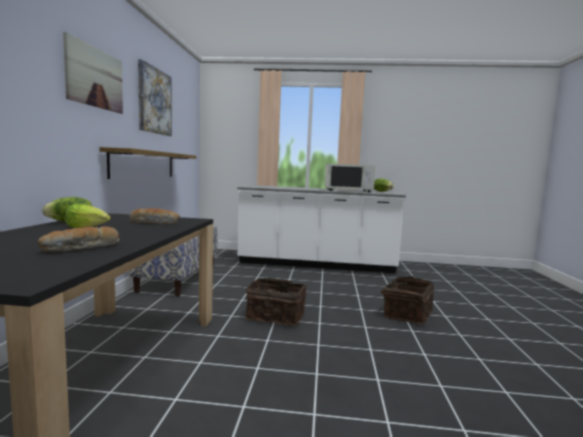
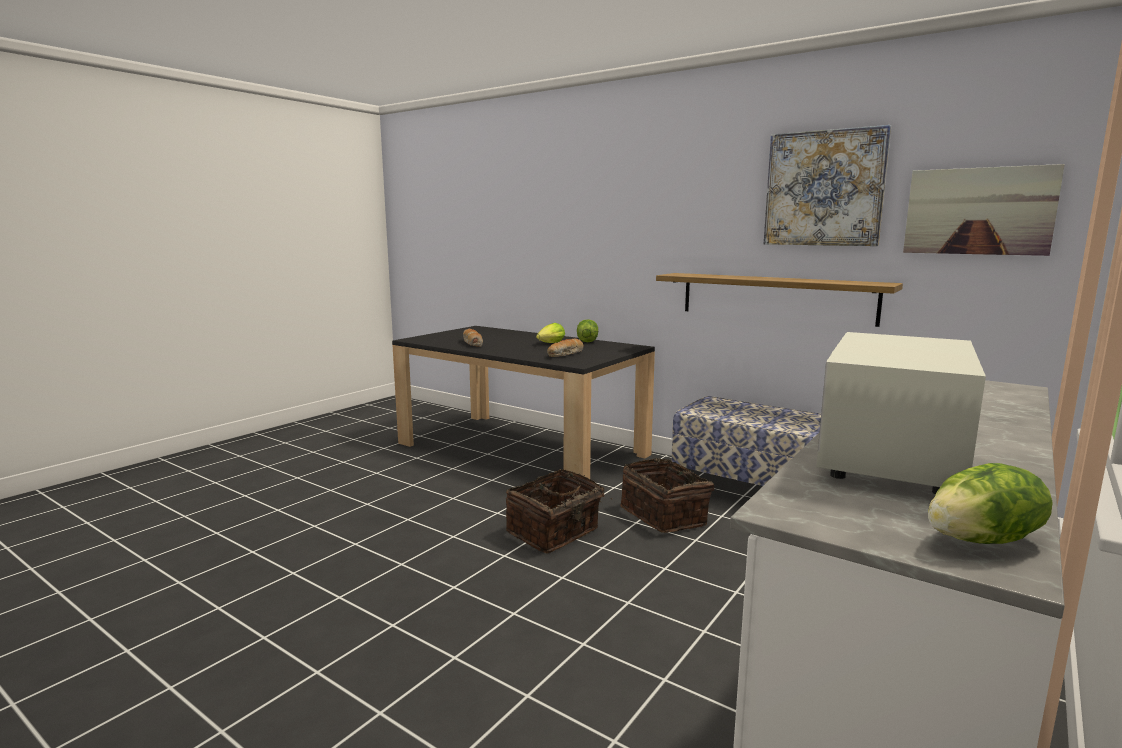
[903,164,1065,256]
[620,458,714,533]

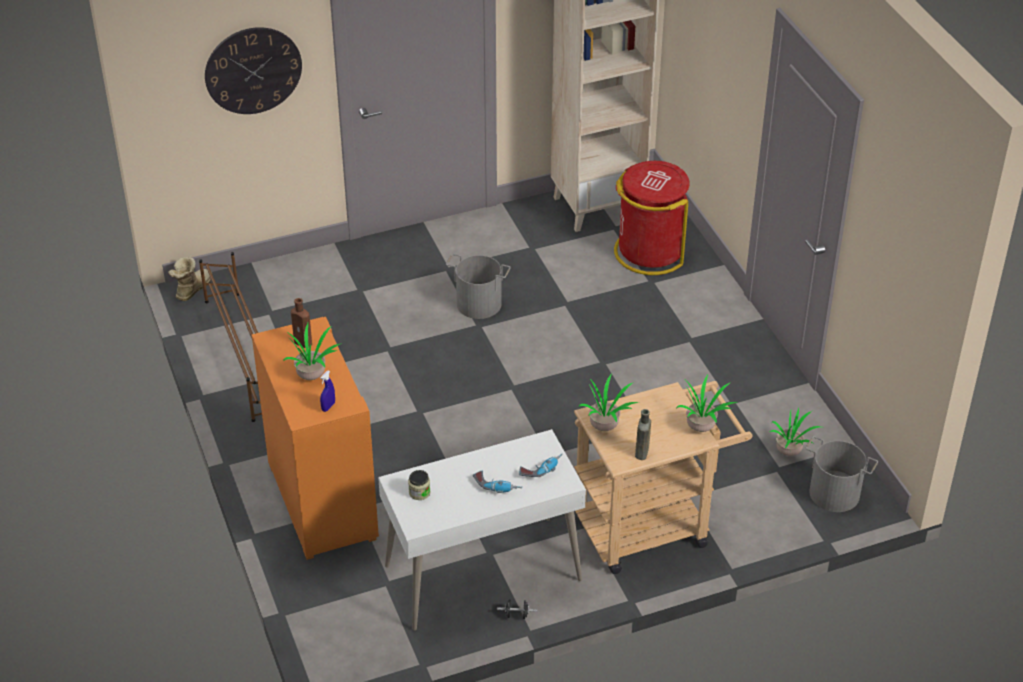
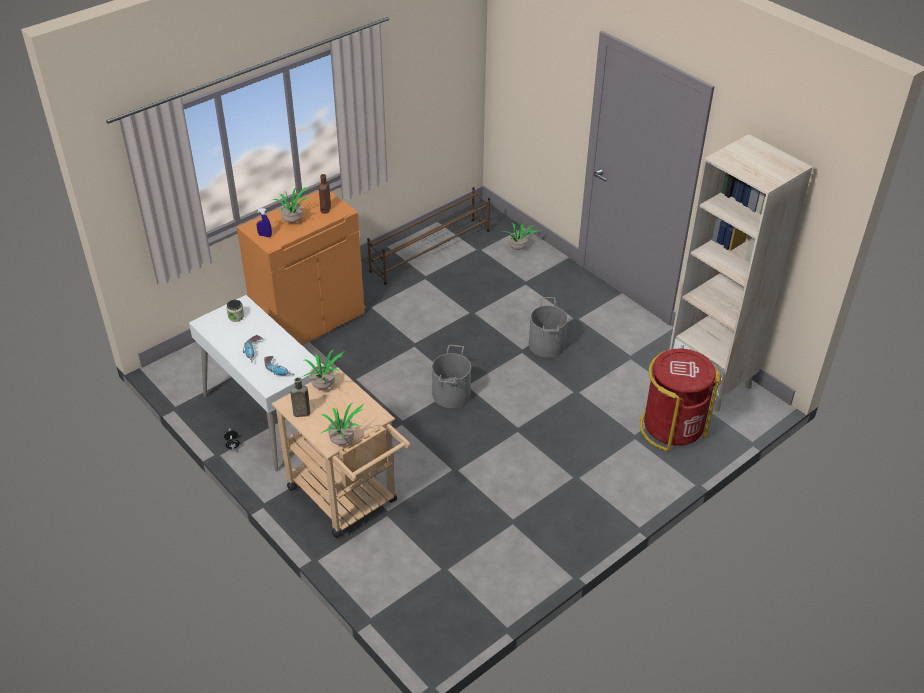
[168,257,212,301] (first image)
[205,27,302,114] (first image)
[501,223,541,250]
[432,345,471,408]

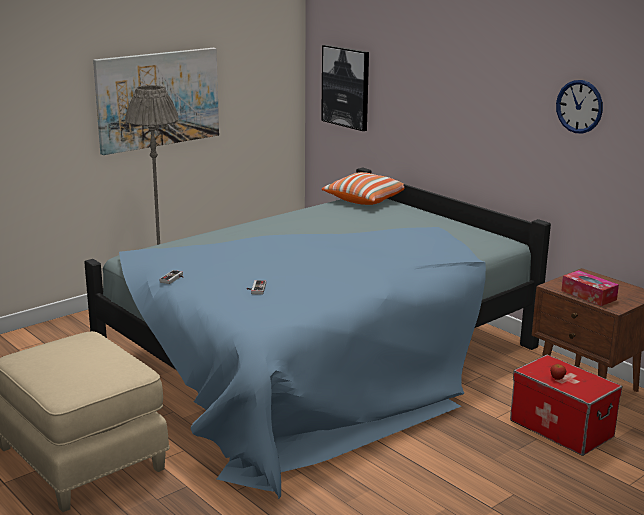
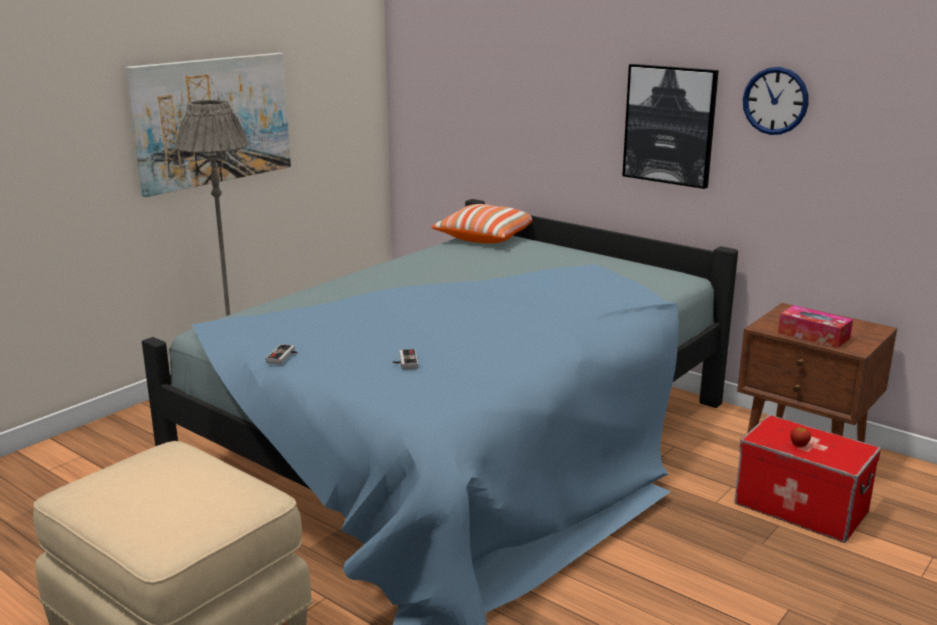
[622,64,719,189]

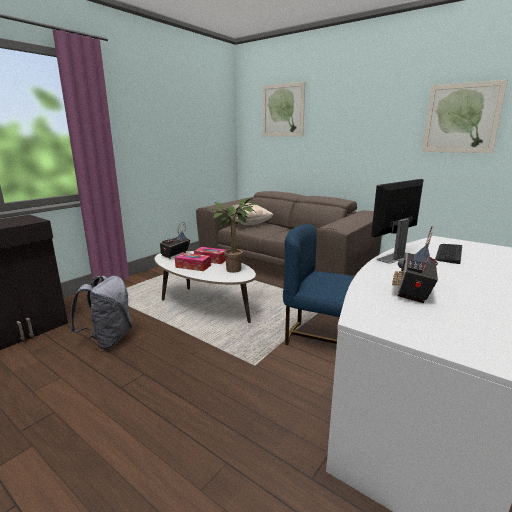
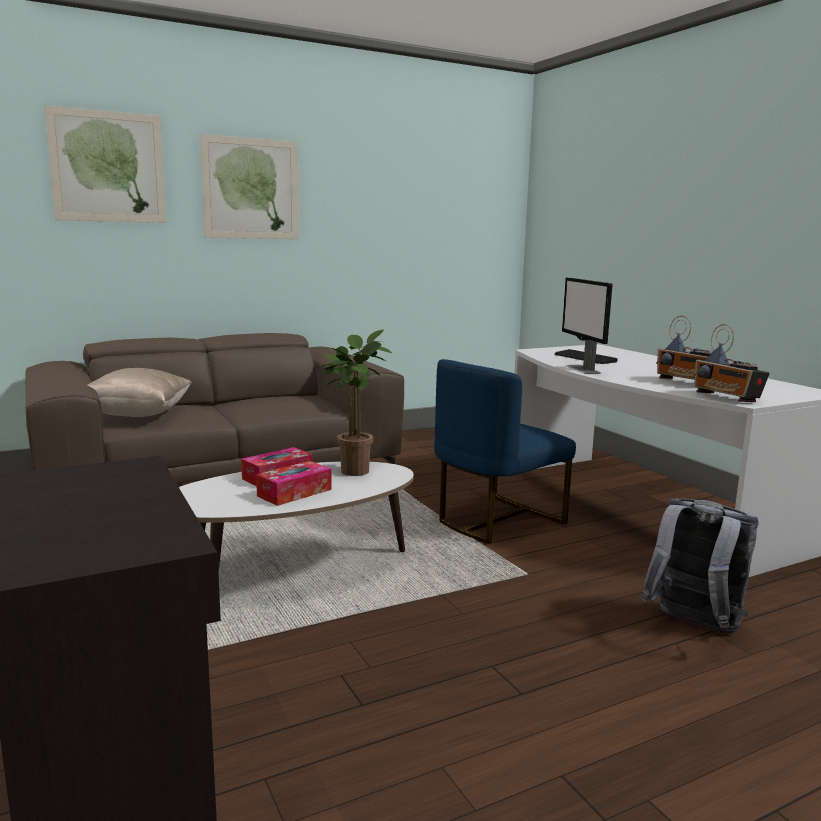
[641,499,759,634]
[694,324,770,402]
[200,134,299,239]

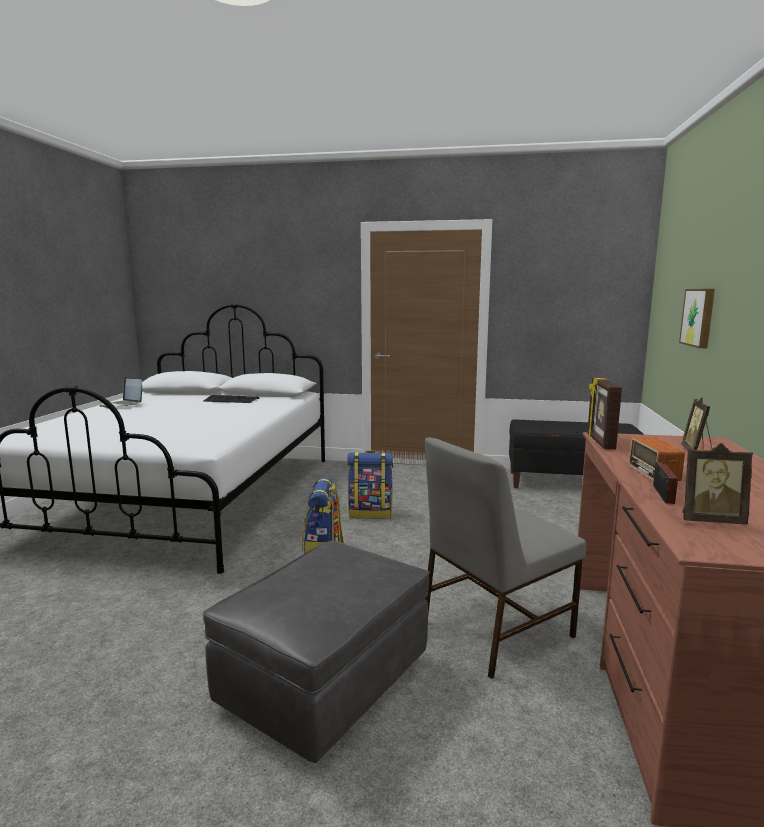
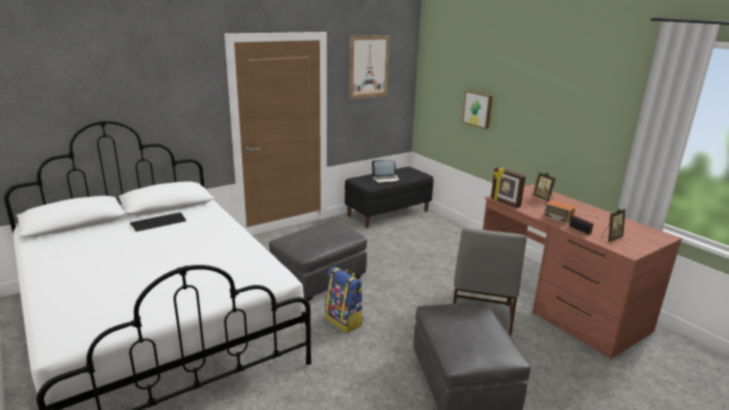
[349,35,390,100]
[372,160,400,183]
[269,221,367,301]

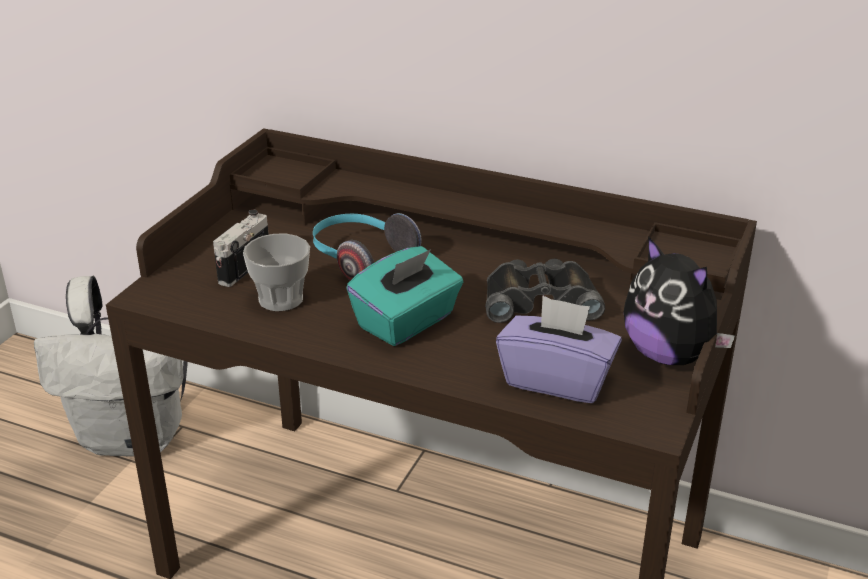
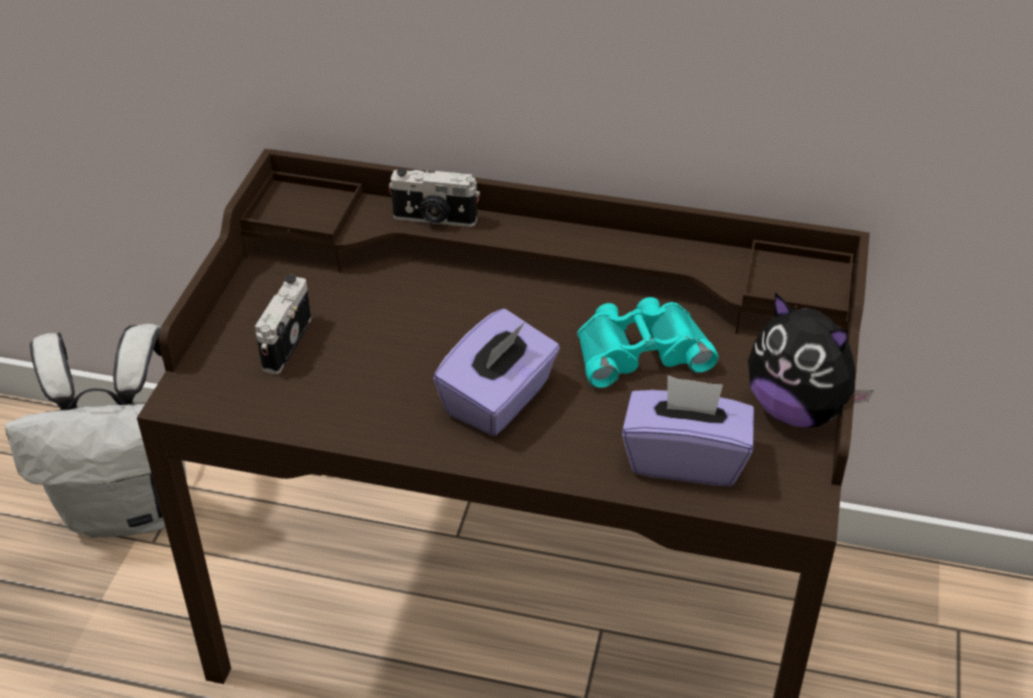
[243,234,310,311] (first image)
[313,213,422,281] (first image)
[388,168,480,227]
[433,308,560,436]
[577,297,719,388]

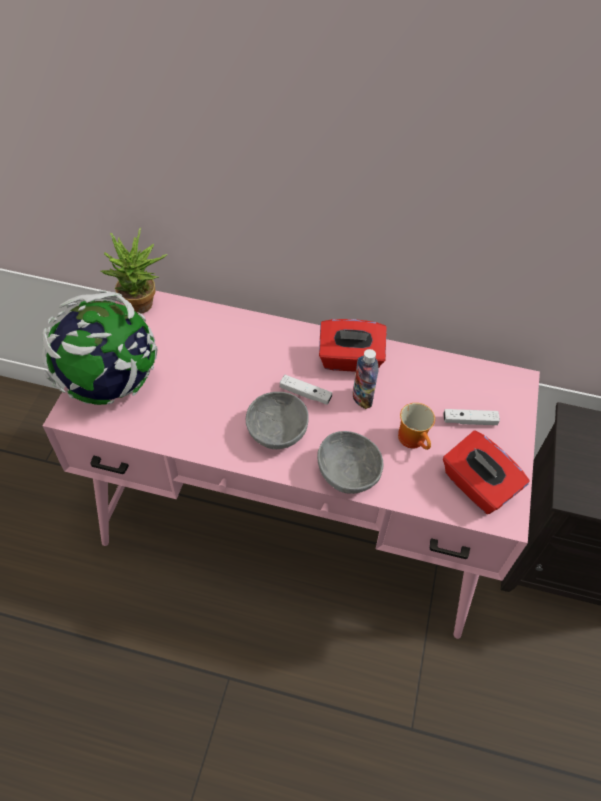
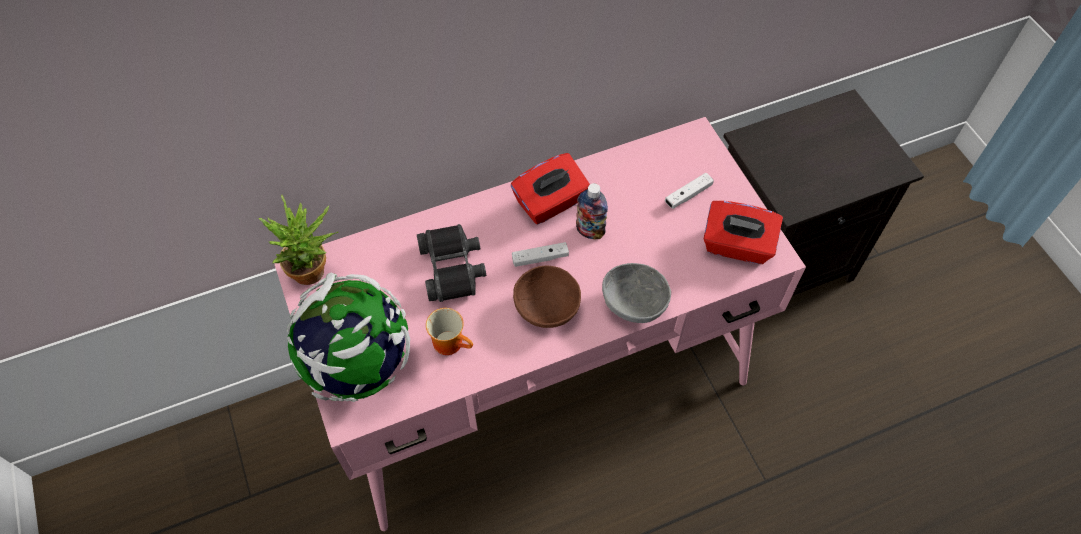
[417,224,486,302]
[426,308,473,355]
[513,265,581,328]

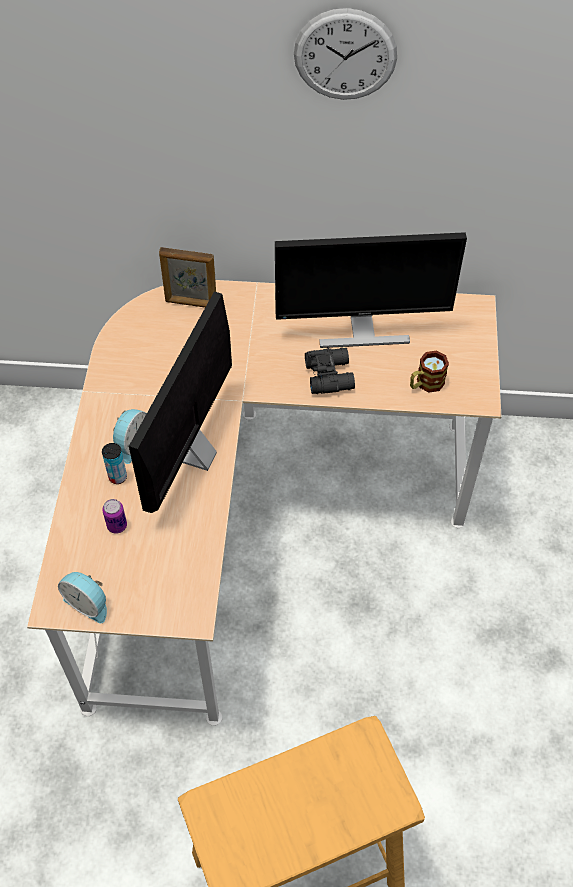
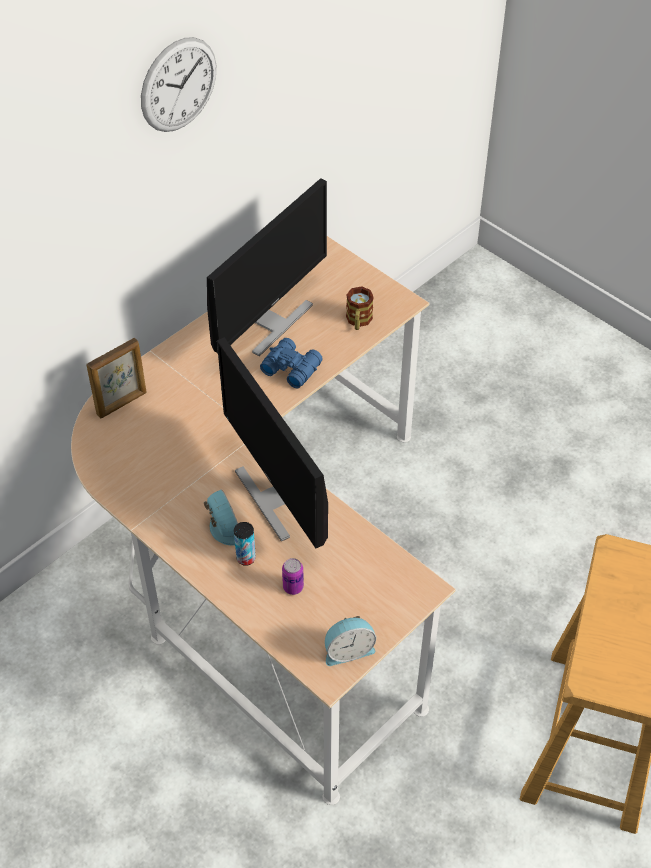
[260,338,323,388]

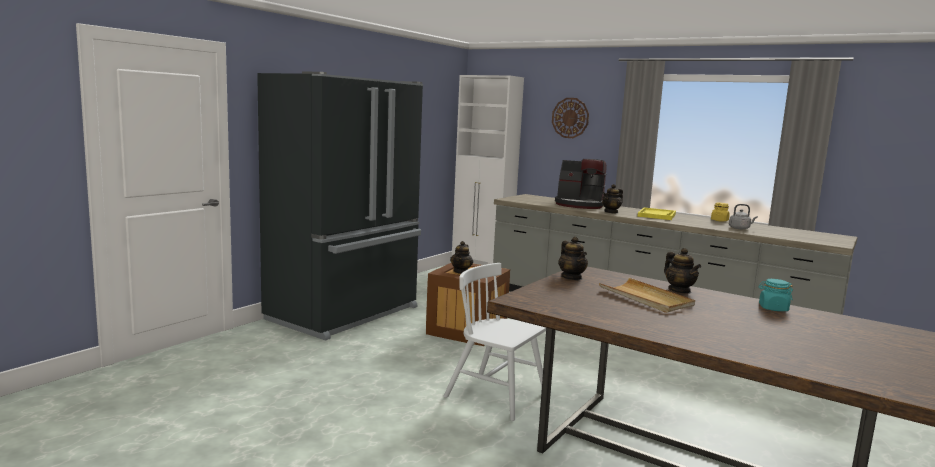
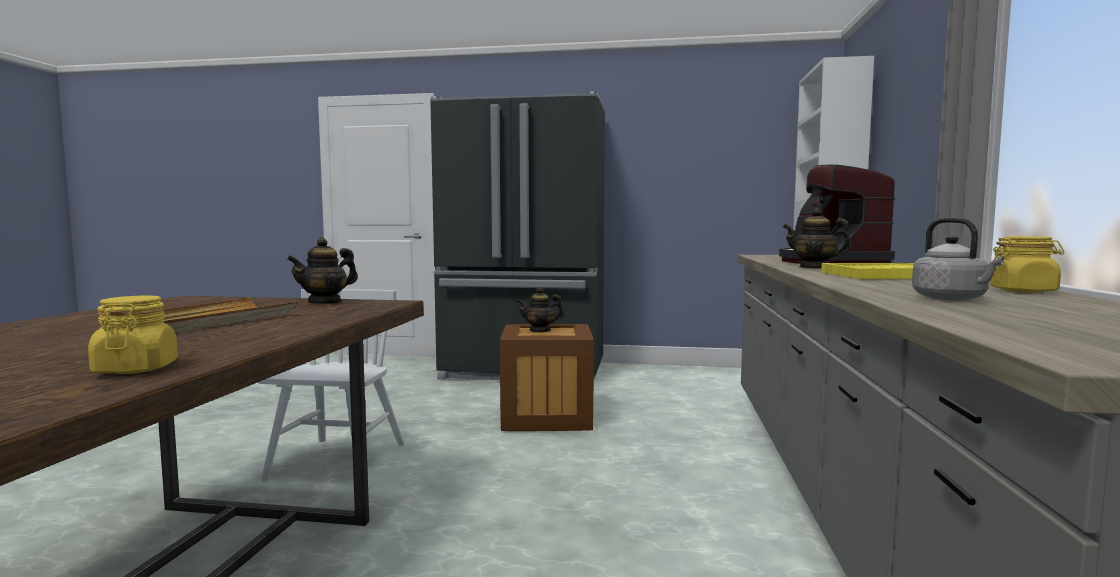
[552,98,589,138] (first image)
[664,248,701,294] (first image)
[88,296,178,374]

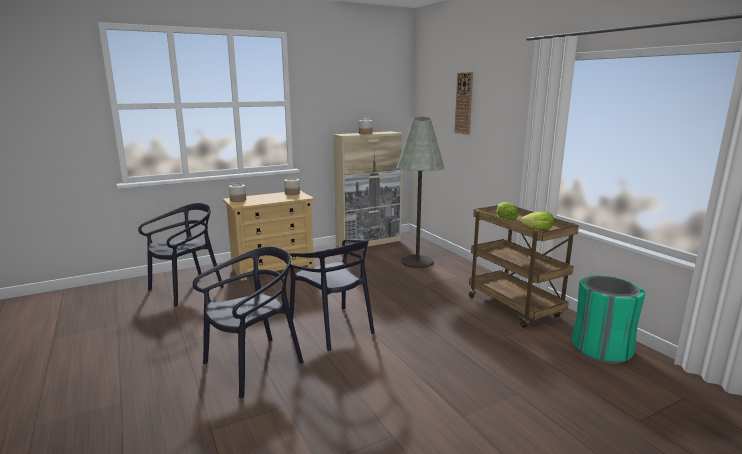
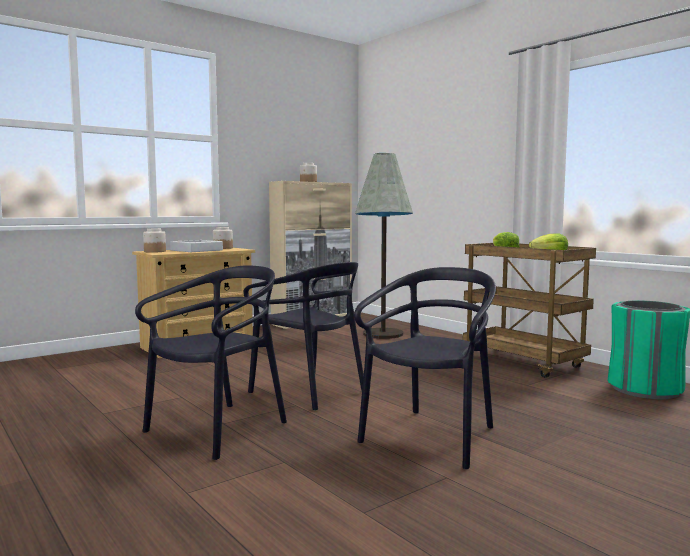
[454,72,473,135] (first image)
[170,240,223,252]
[354,267,496,469]

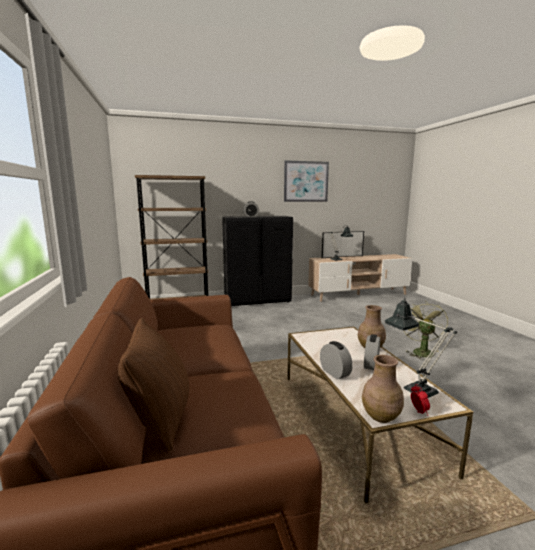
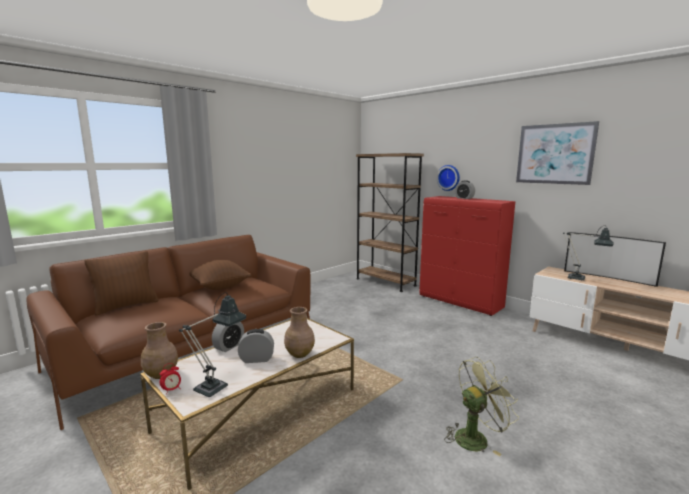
[189,260,251,290]
[437,165,460,191]
[419,196,515,316]

